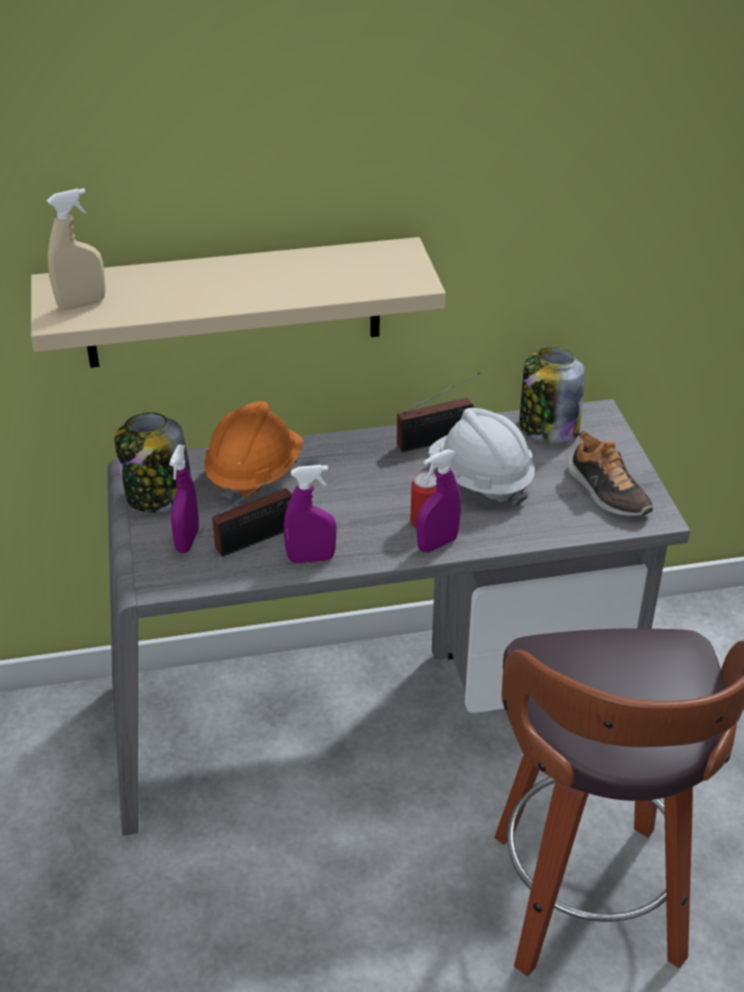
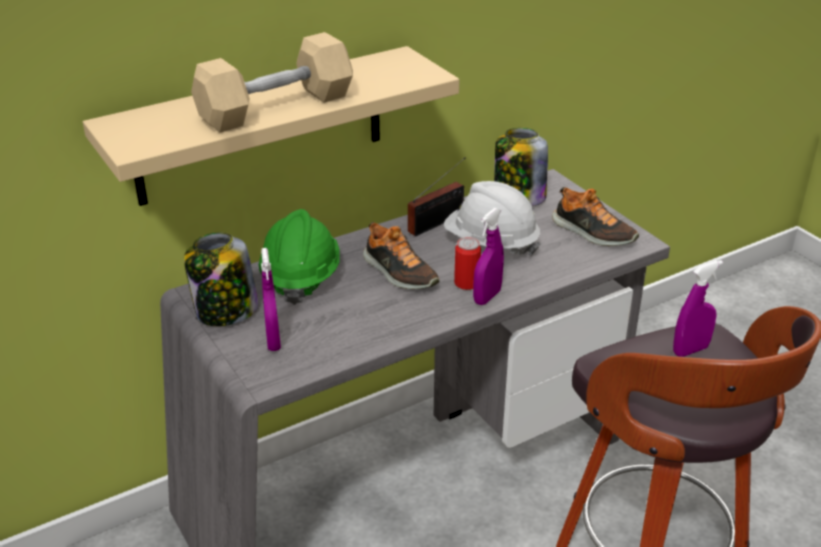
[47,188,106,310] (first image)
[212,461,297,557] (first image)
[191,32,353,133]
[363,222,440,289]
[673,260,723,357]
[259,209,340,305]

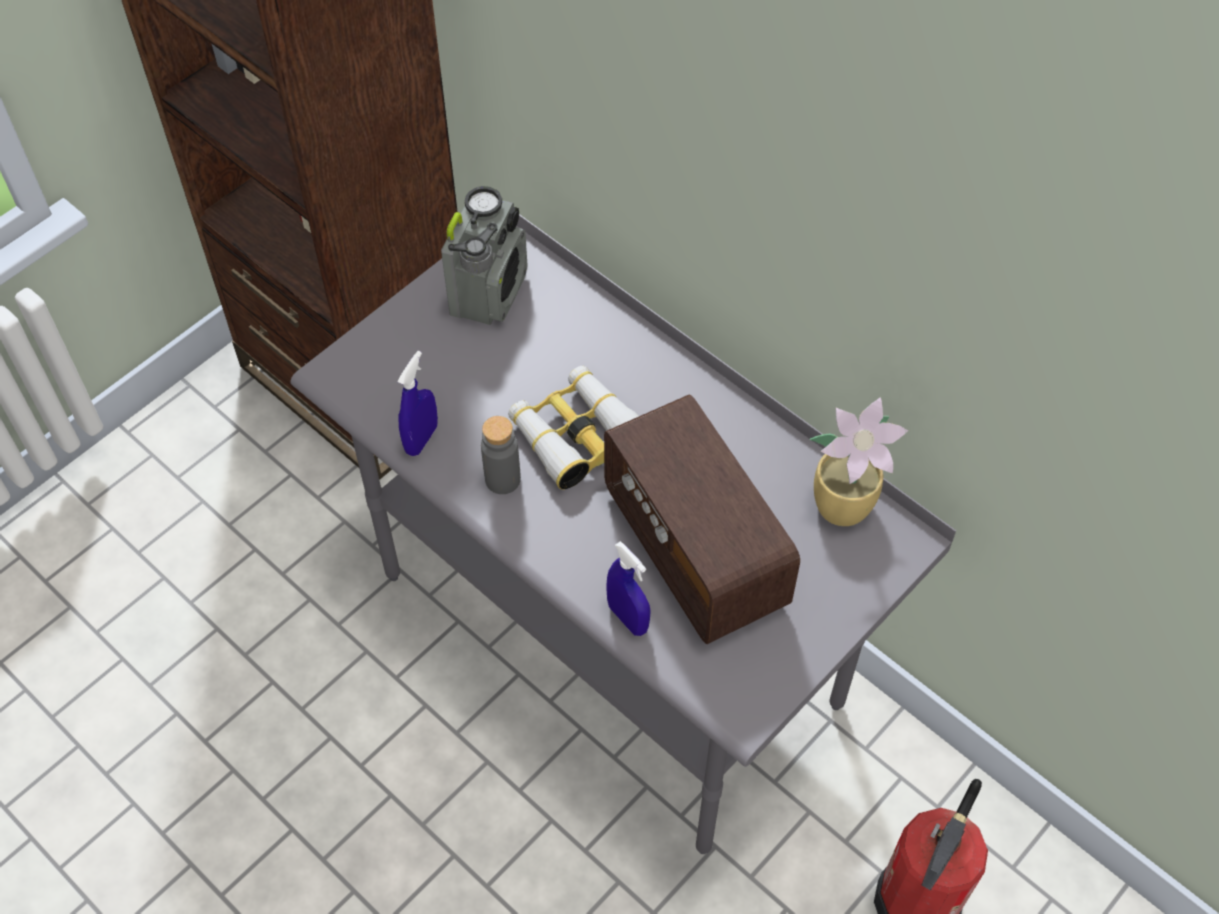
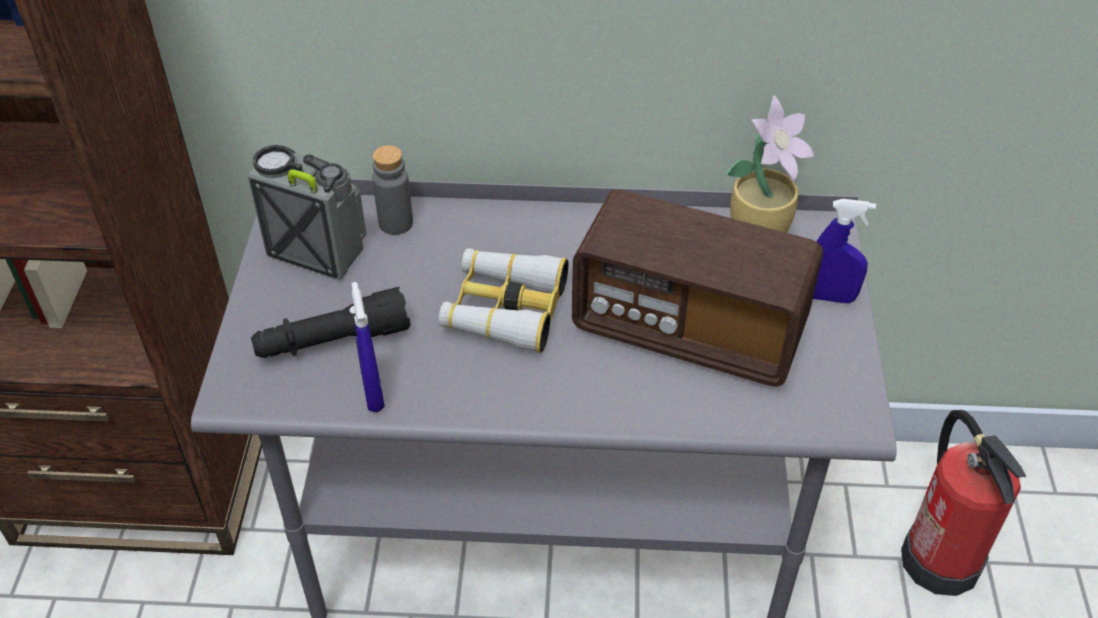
[251,287,411,358]
[372,145,413,235]
[813,199,876,303]
[247,145,367,280]

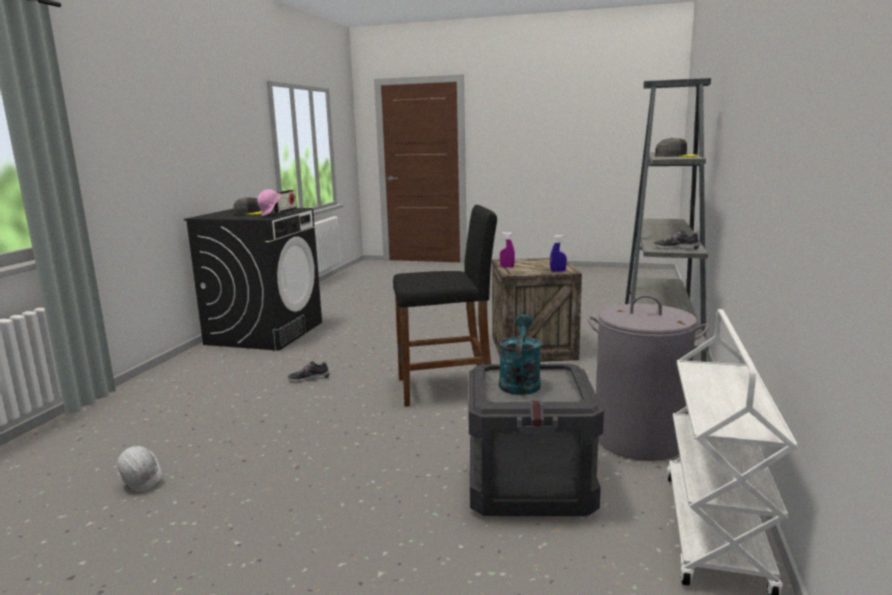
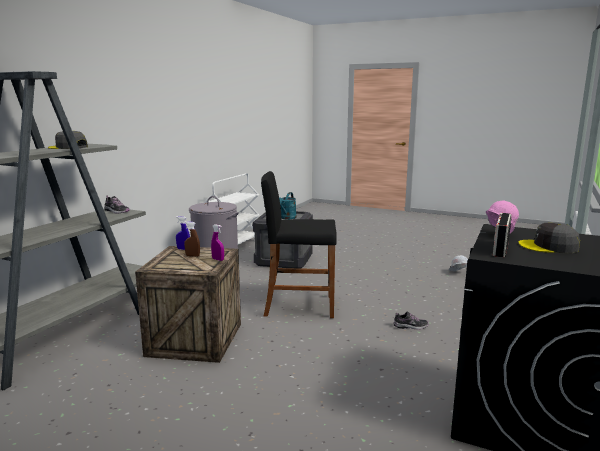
[184,221,200,257]

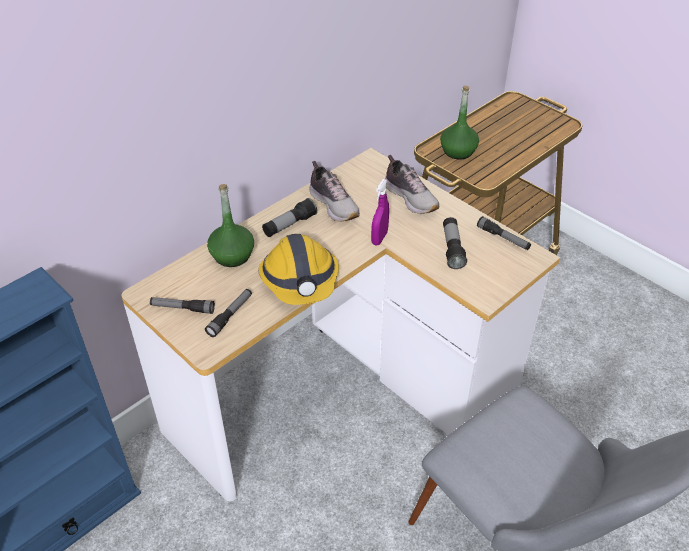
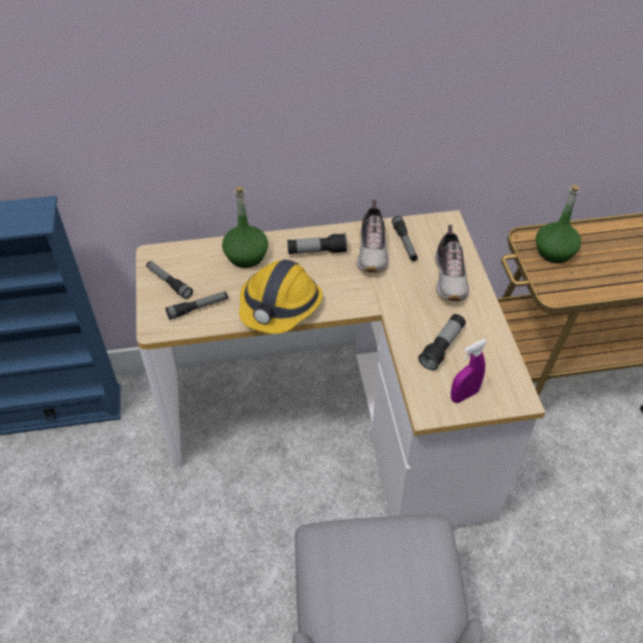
[451,339,488,403]
[392,216,418,261]

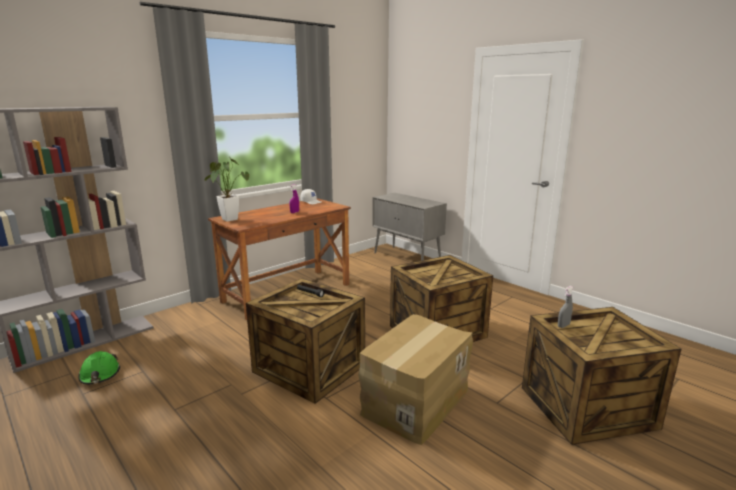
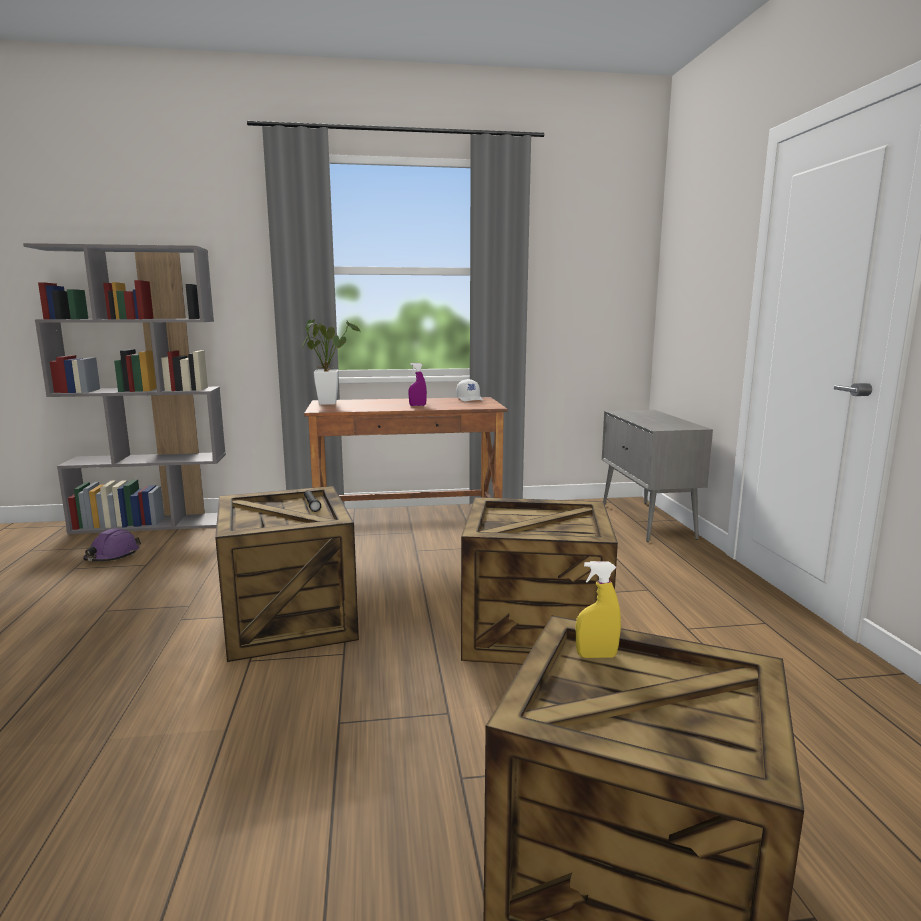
[358,314,473,445] (first image)
[83,528,141,561]
[576,561,621,658]

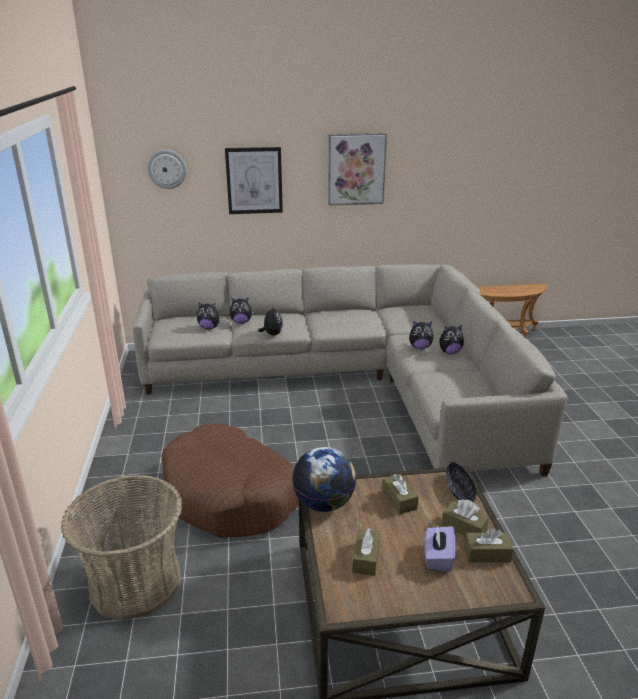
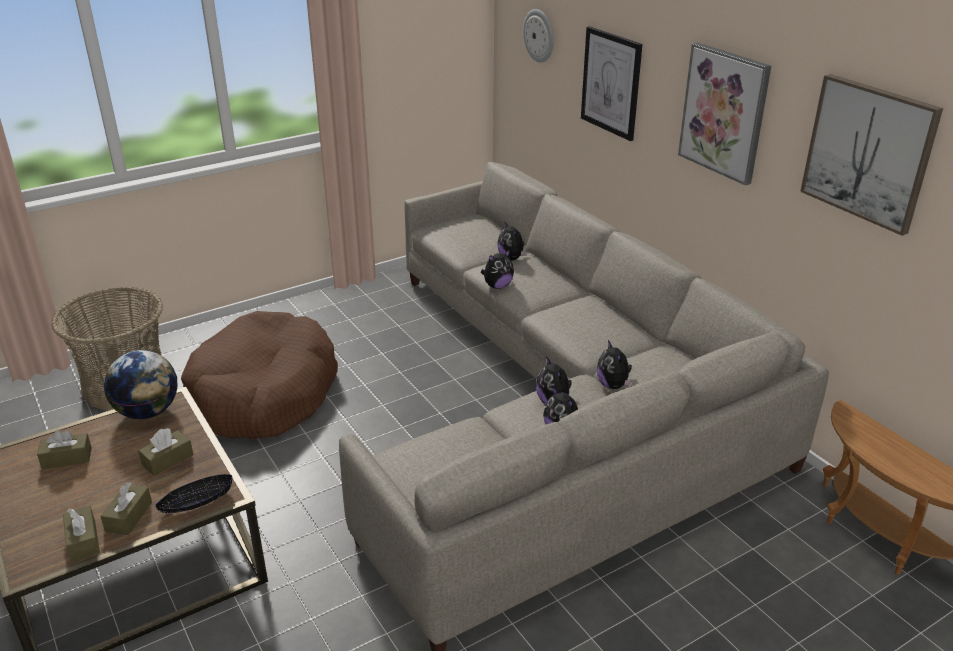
[425,525,455,572] (first image)
[800,74,943,236]
[597,340,632,389]

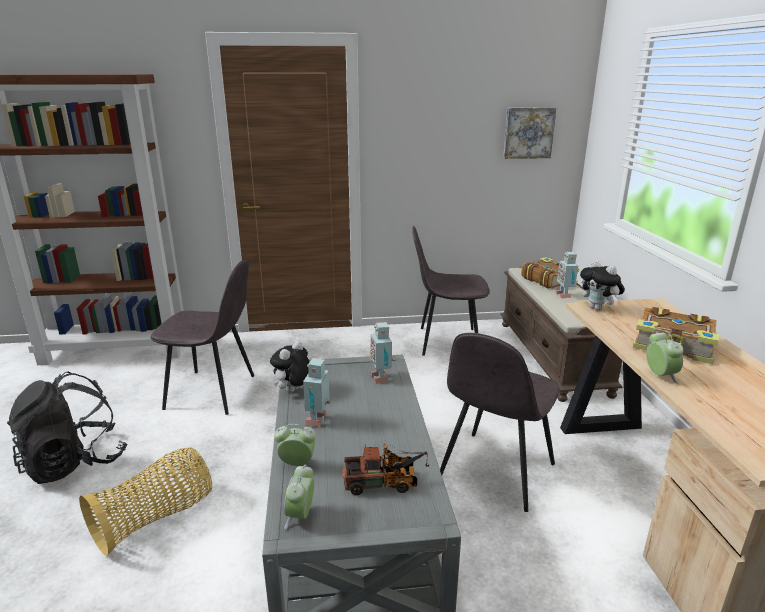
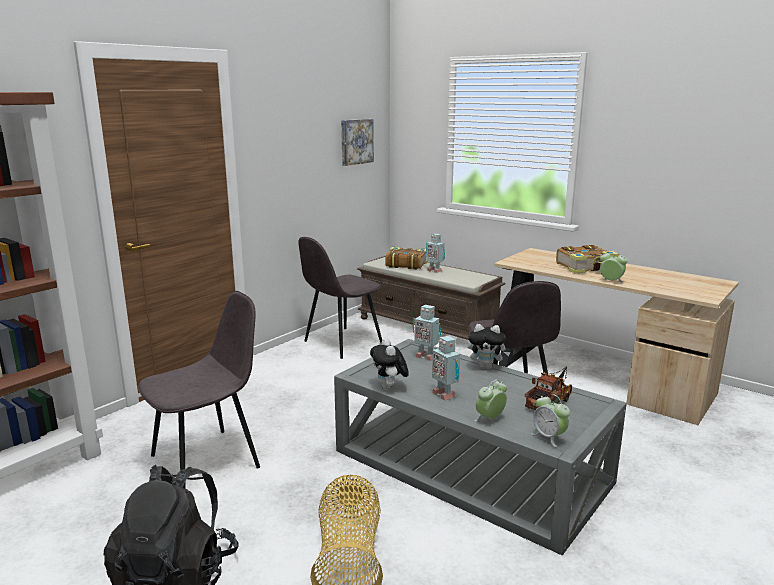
[468,324,510,369]

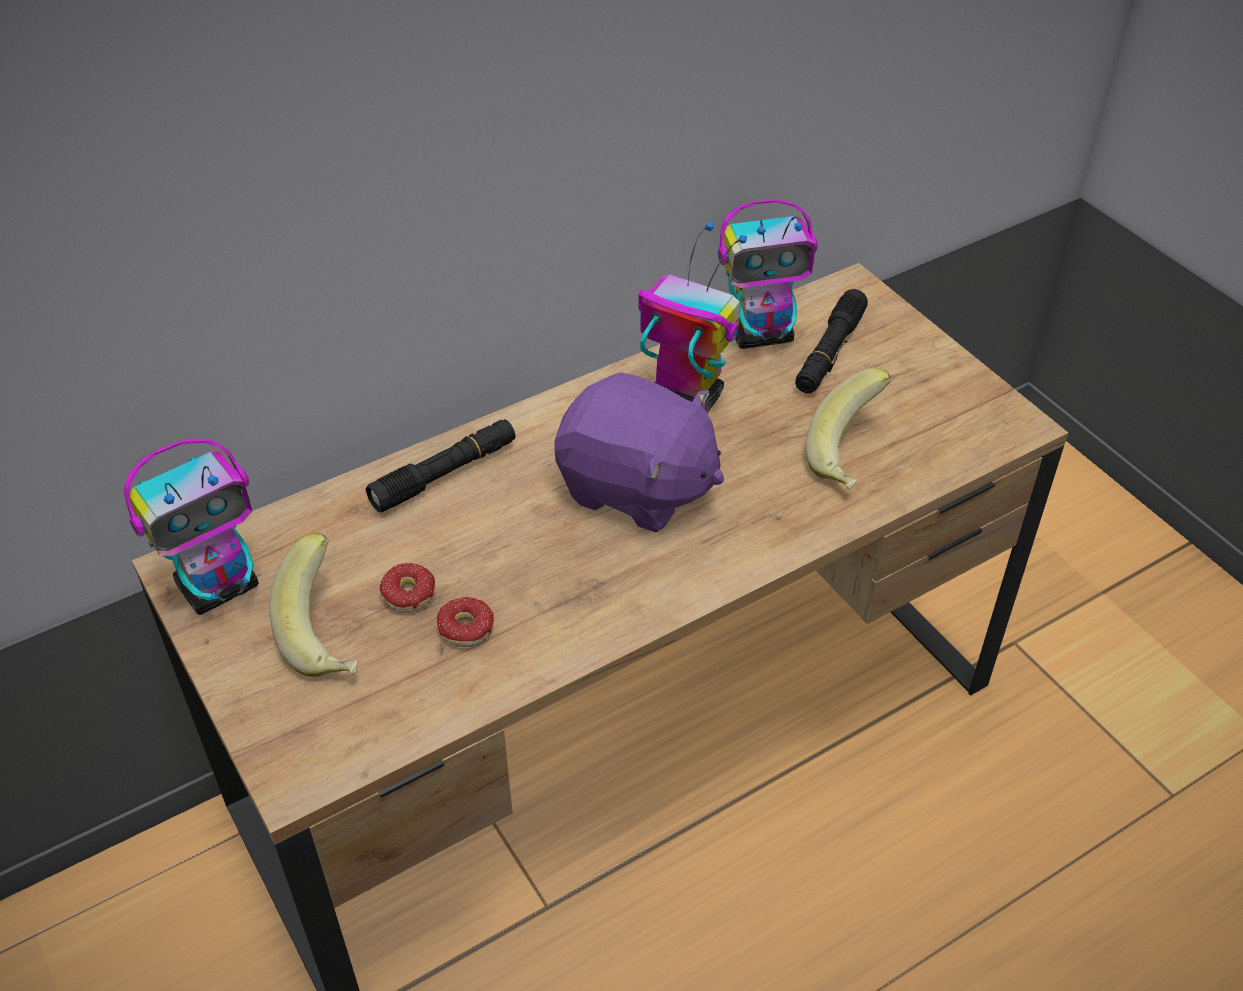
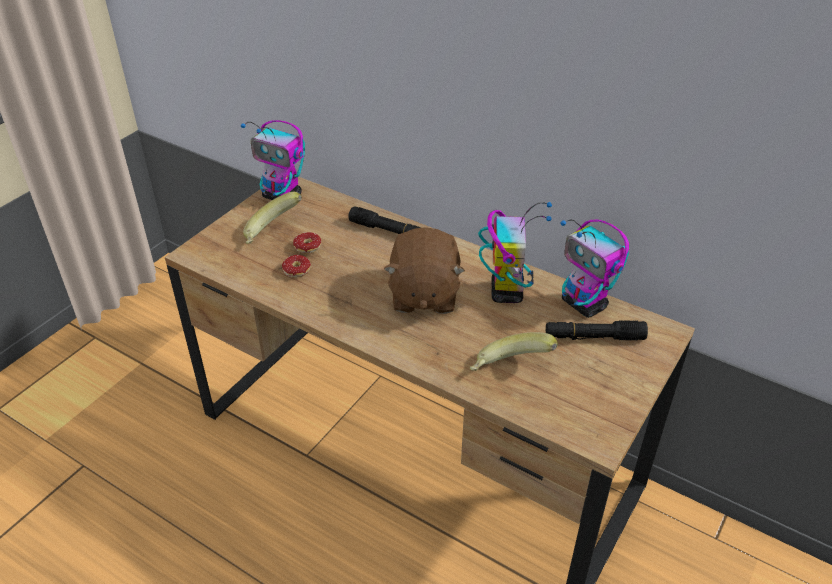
[384,227,465,314]

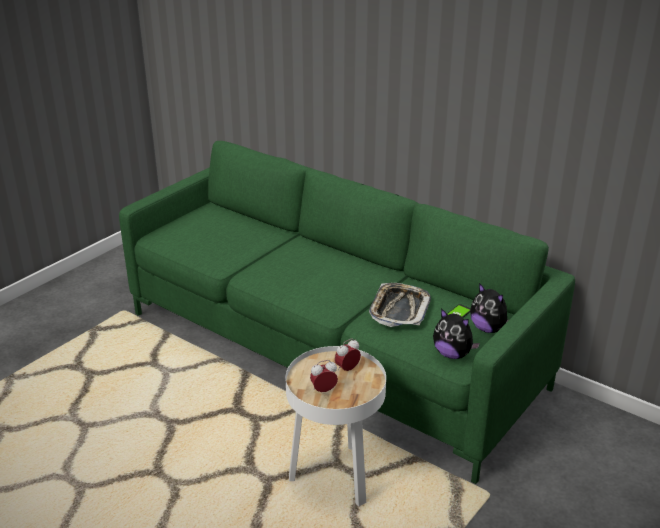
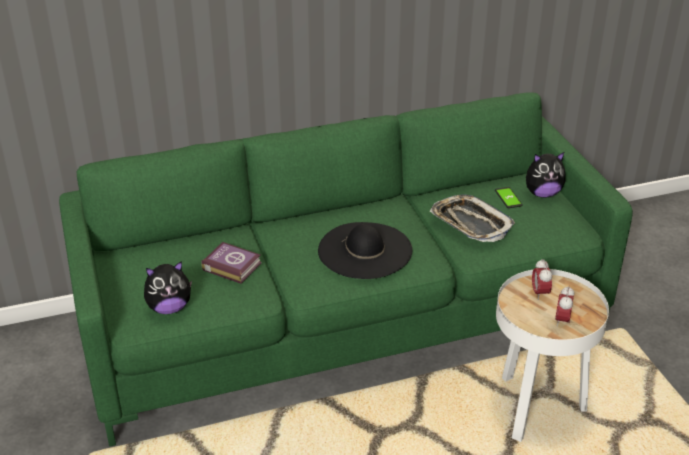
[201,242,262,284]
[318,222,412,279]
[144,261,192,314]

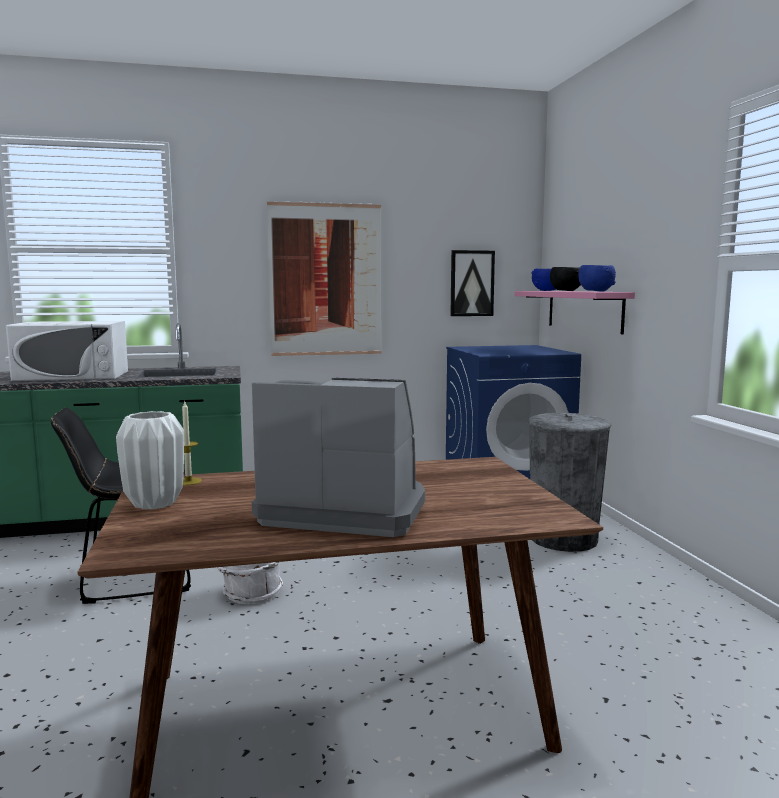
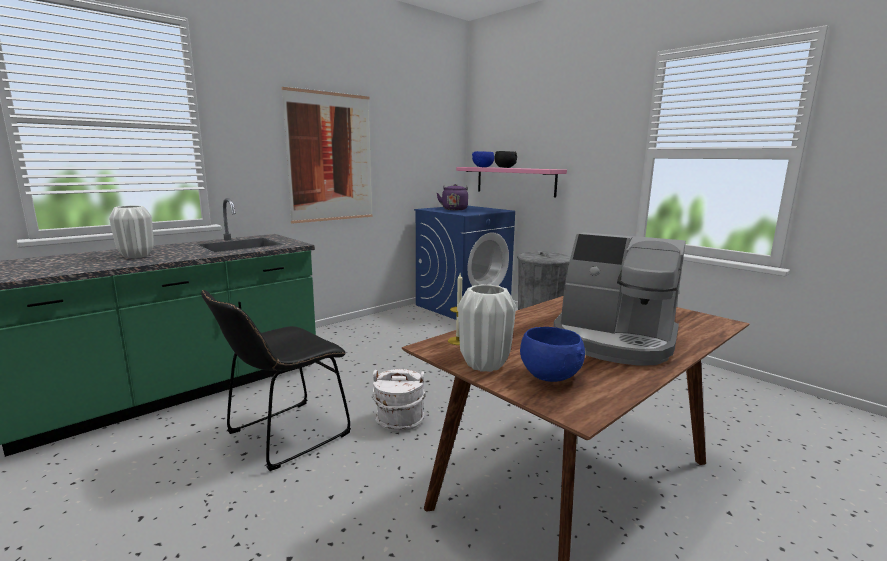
[450,250,495,316] (first image)
[437,184,468,210]
[520,327,585,382]
[109,206,154,258]
[554,232,686,366]

